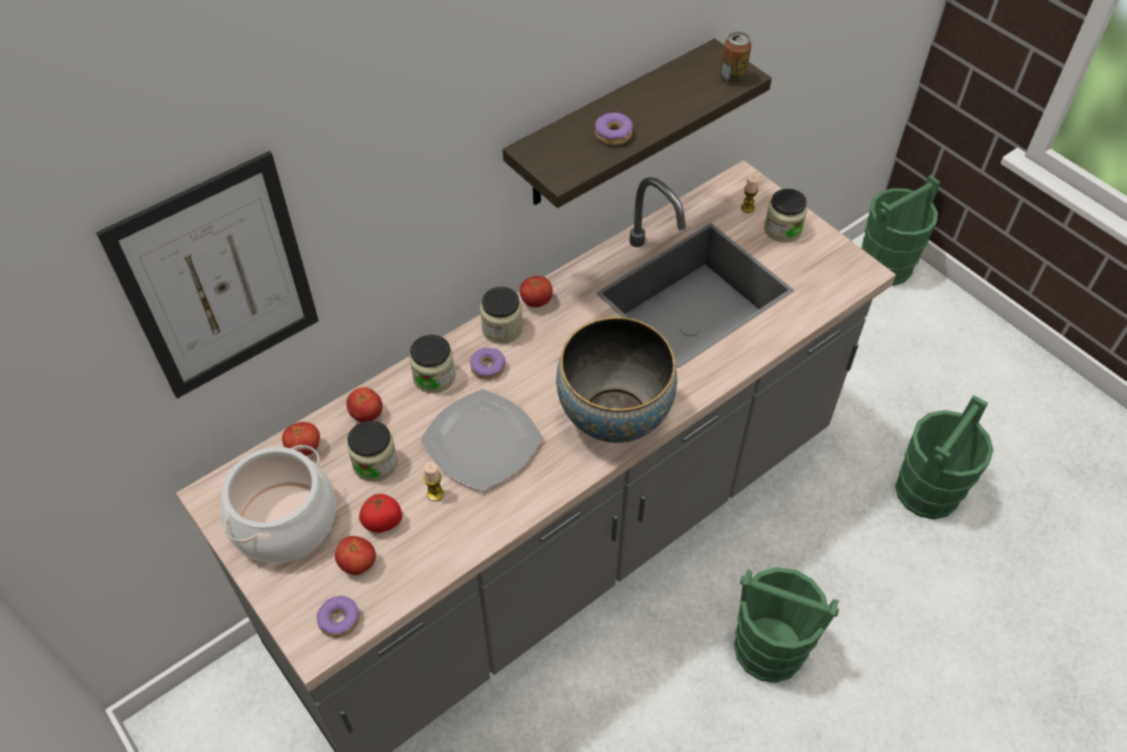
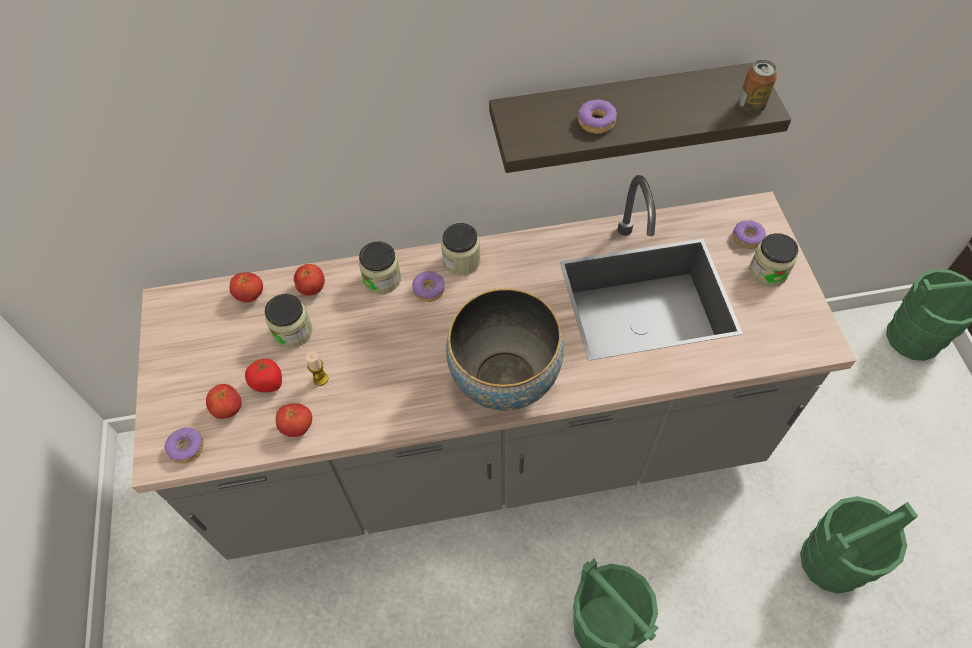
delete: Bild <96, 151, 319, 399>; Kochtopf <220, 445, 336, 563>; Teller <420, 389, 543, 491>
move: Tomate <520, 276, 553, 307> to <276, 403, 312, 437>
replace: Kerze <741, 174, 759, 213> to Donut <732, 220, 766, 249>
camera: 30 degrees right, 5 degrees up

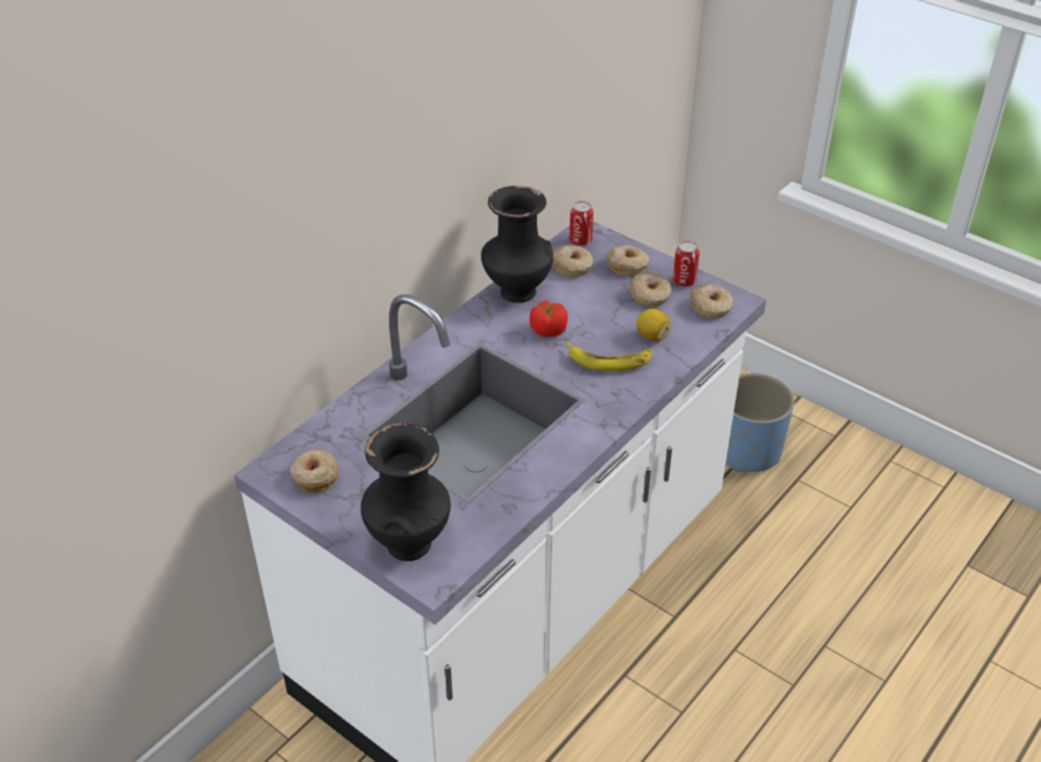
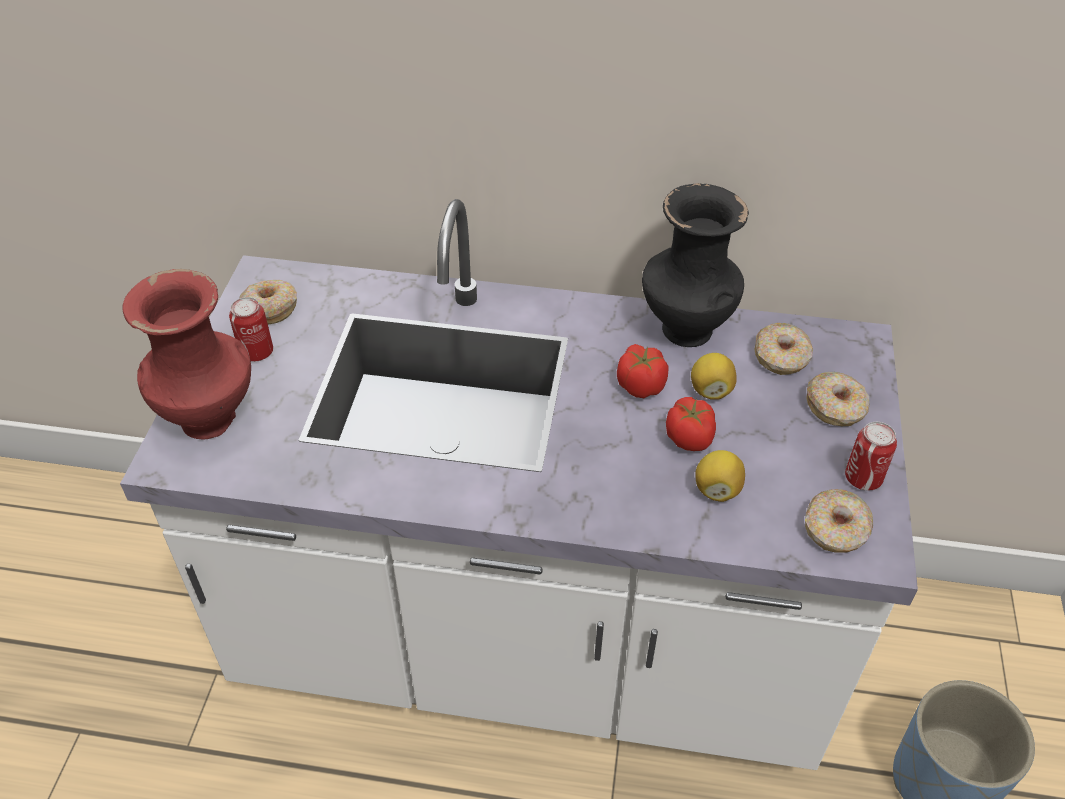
delete: Banane <566, 342, 653, 371>; Donut <630, 272, 672, 307>
insert: Tomate <666, 397, 716, 451>; Zitrone <691, 353, 737, 400>
move: Dose <569, 201, 593, 246> to <229, 297, 273, 362>
recolor: Vase (schwarz) <361, 423, 451, 561> to Vase (rot) <122, 269, 251, 439>
camera: 60 degrees right, 5 degrees up

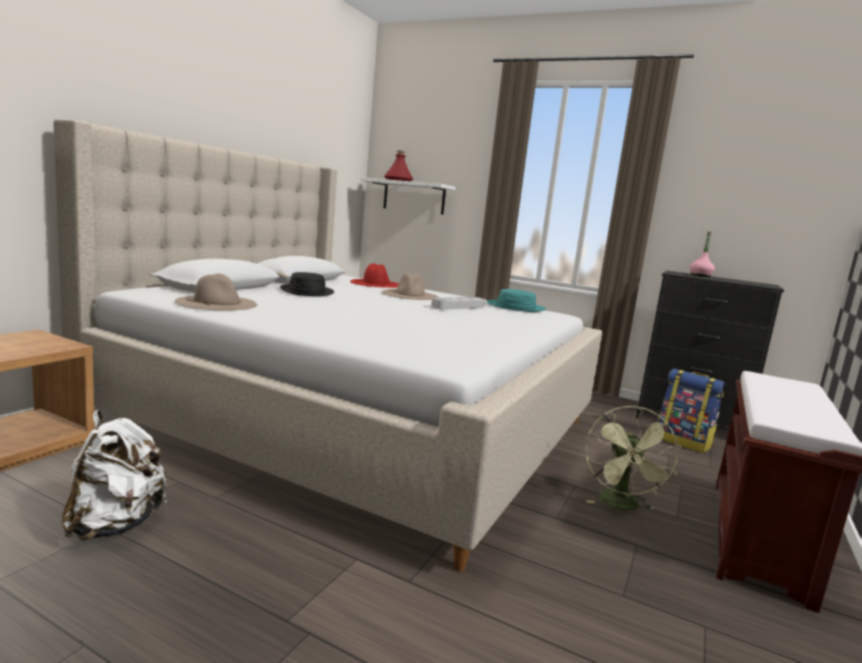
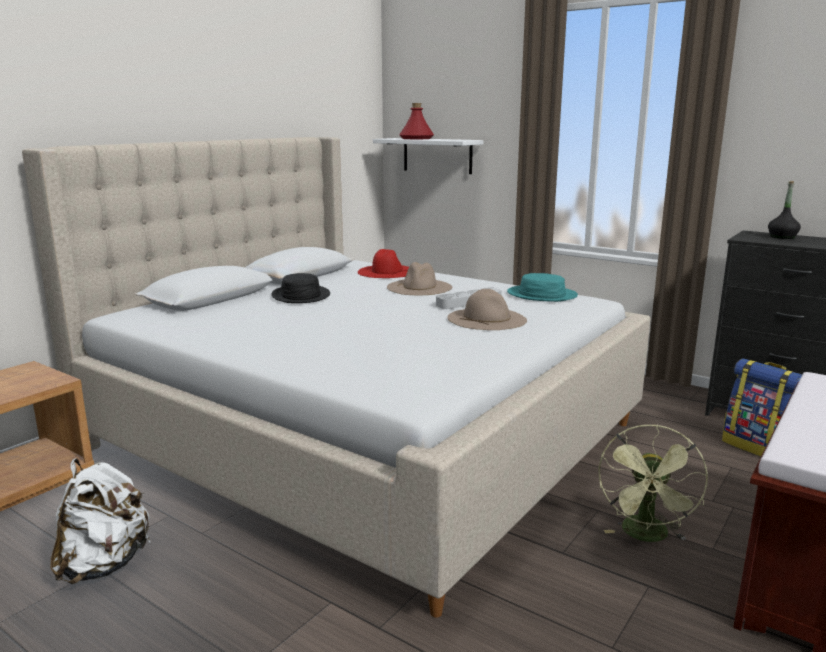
move: Hut (beige) <175, 274, 257, 310> to <447, 289, 527, 330>
recolor: Flasche (rosa) <690, 232, 715, 277> to Flasche (schwarz) <768, 181, 801, 239>
camera: 10 degrees right, 5 degrees up

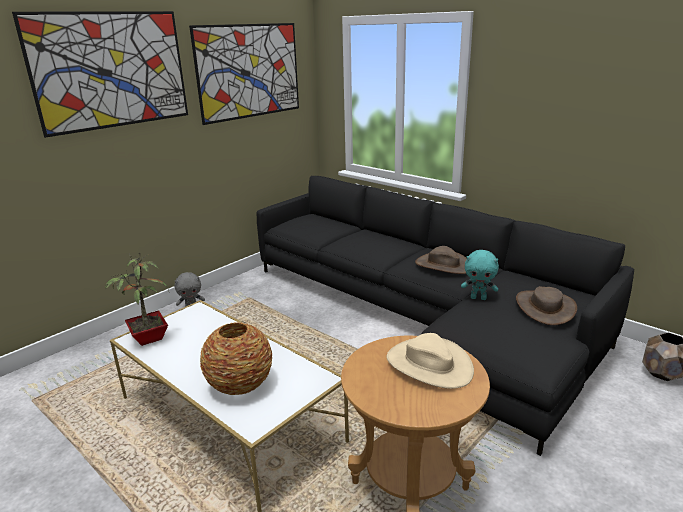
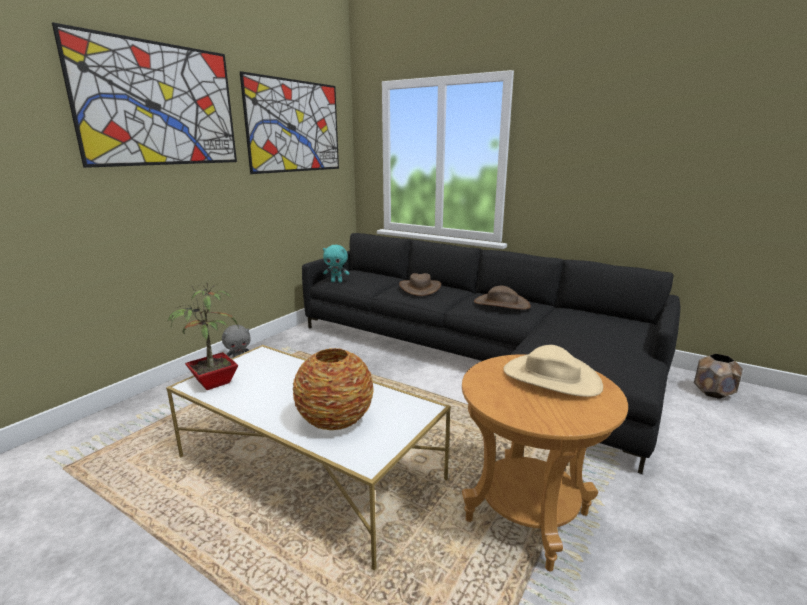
move: Plüschtier (türkis) <461, 250, 499, 300> to <323, 245, 349, 282>; Hut (braun) <516, 286, 577, 325> to <399, 273, 441, 296>
camera: 10 degrees left, 5 degrees down

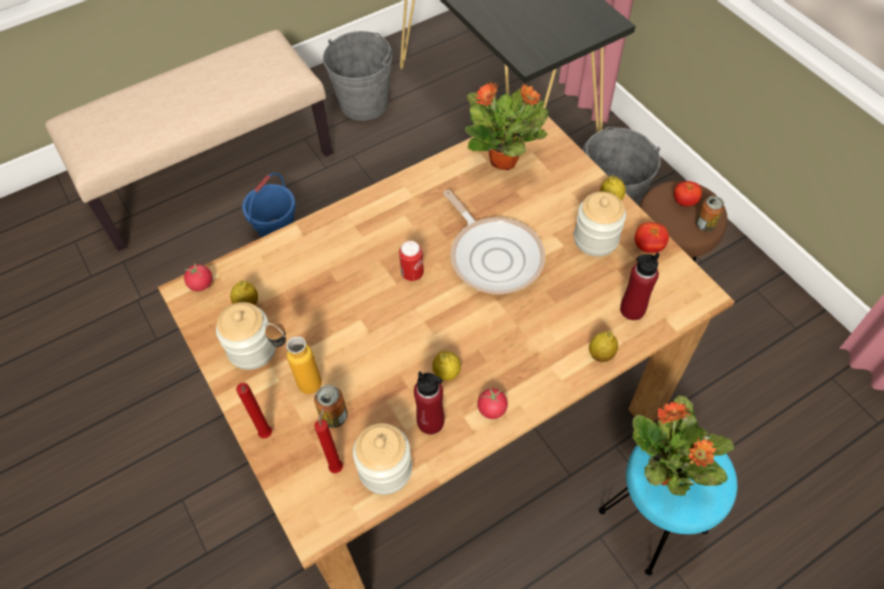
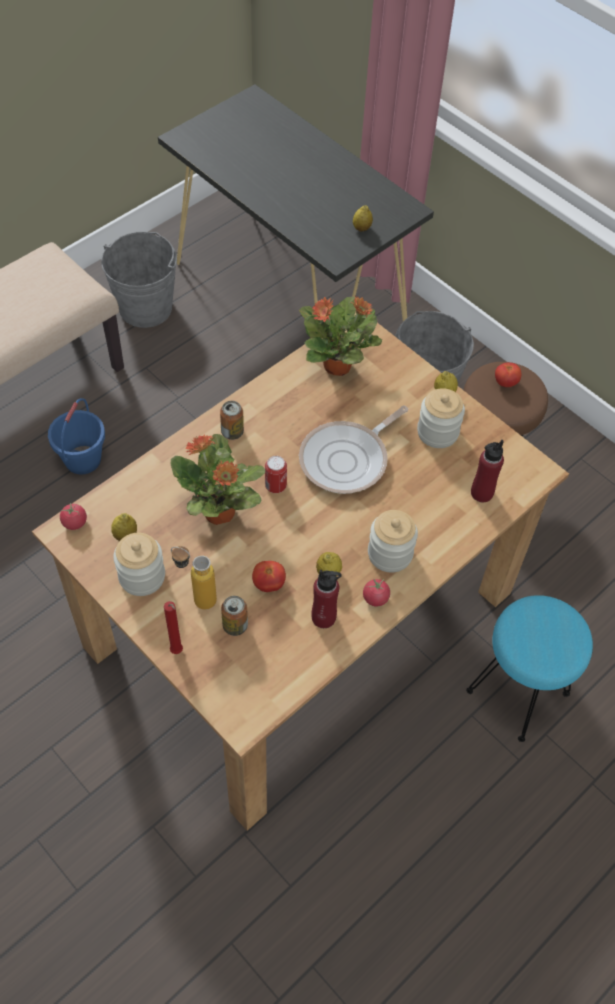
delete: Kerze (rot) <314, 408, 343, 473>
move: Vorratsglas <353, 423, 412, 495> to <368, 510, 418, 573>; Zitrone <589, 331, 618, 362> to <353, 205, 373, 232>; Topfpflanze <633, 395, 734, 496> to <171, 434, 265, 525>; Tomate <635, 222, 669, 253> to <252, 561, 286, 592>; Dose <696, 196, 724, 231> to <220, 401, 244, 440>
rotate: Pfanne <443, 190, 545, 294> = <299, 405, 408, 494> 90 degrees clockwise
camera: 15 degrees left, 0 degrees up

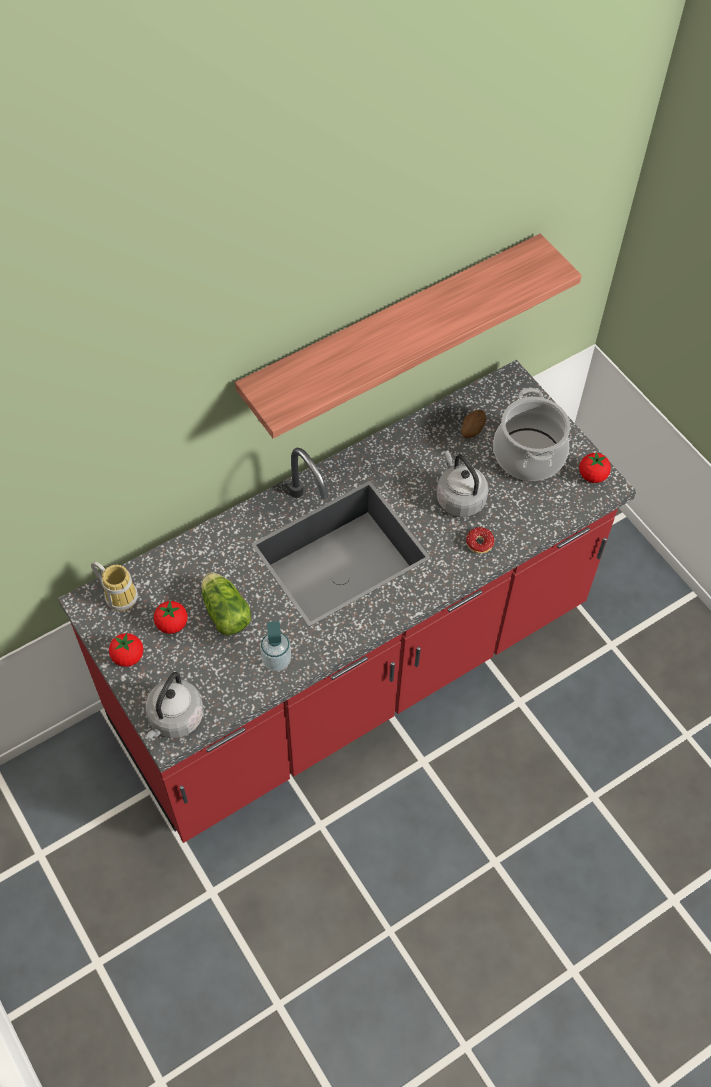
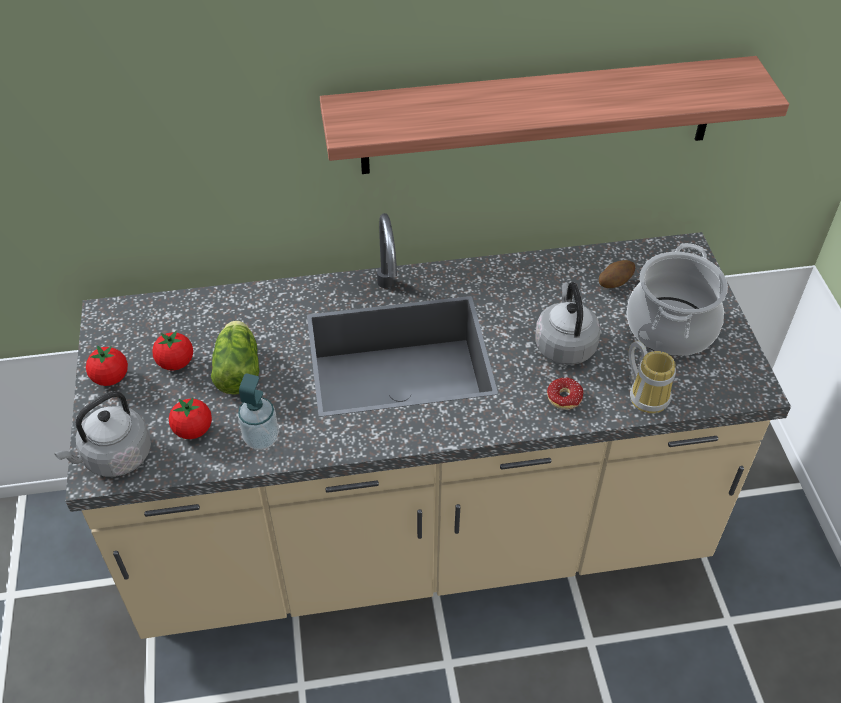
move: Henkelbecher <91, 561, 138, 611> to <628, 341, 676, 413>; Tomate <579, 452, 611, 483> to <169, 397, 212, 439>
recolor: Küchenzeile (rot) <58, 360, 636, 843> to Küchenzeile (beige) <65, 213, 791, 639>
camera: 25 degrees right, 10 degrees down

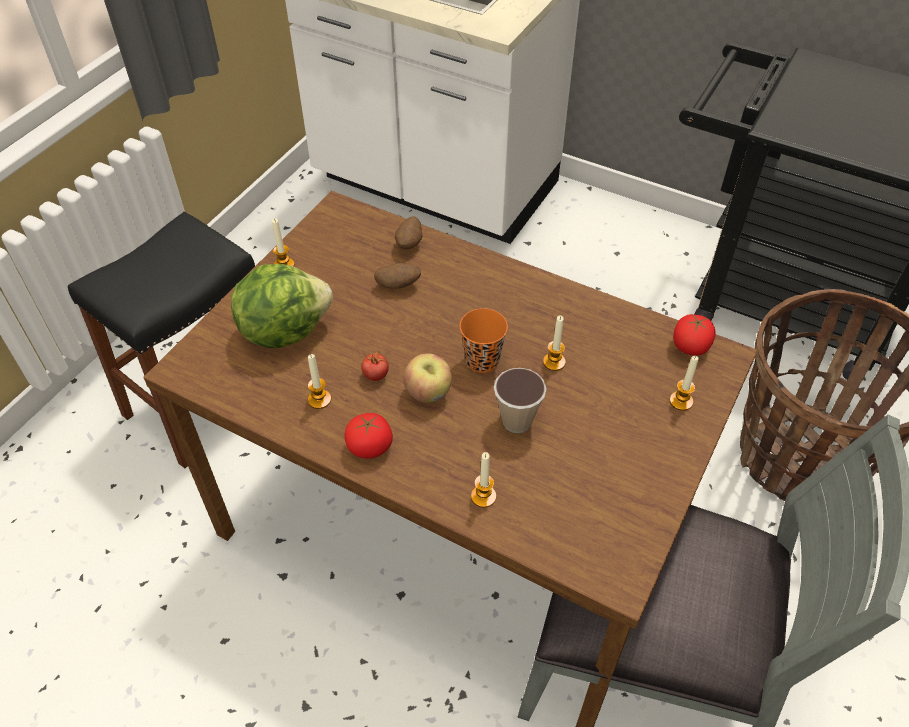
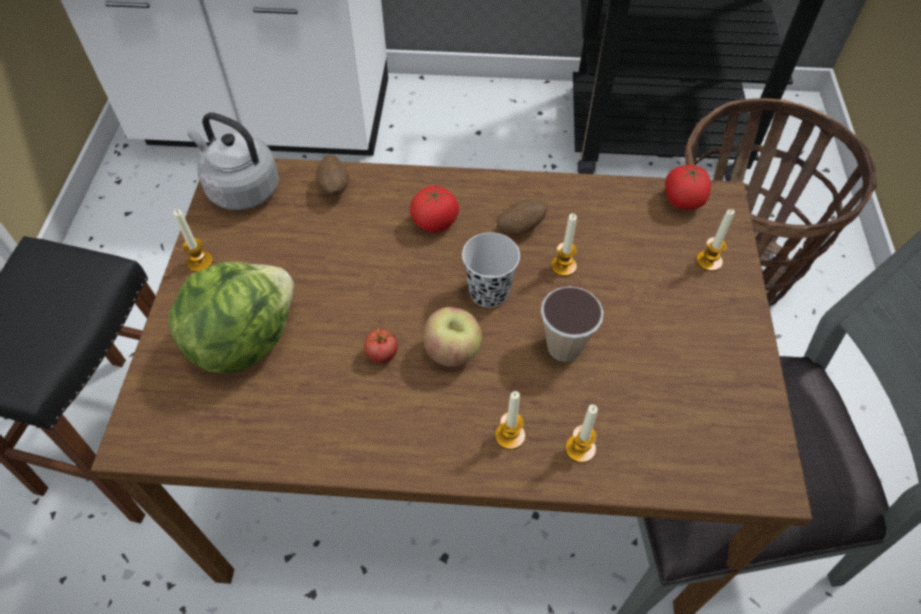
insert: Wasserkessel (grau) <188, 112, 279, 210>
move: Kerze <308, 354, 331, 409> to <495, 391, 525, 450>; Tomate <344, 413, 393, 459> to <410, 186, 459, 233>; Kartoffel <374, 263, 421, 289> to <497, 199, 548, 235>
recolor: Tasse (orange) <459, 308, 508, 373> to Tasse (schwarz) <462, 232, 520, 308>
camera: 25 degrees left, 5 degrees up

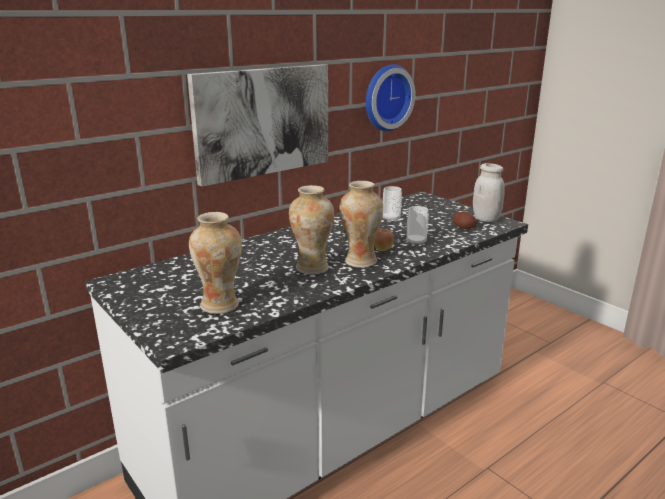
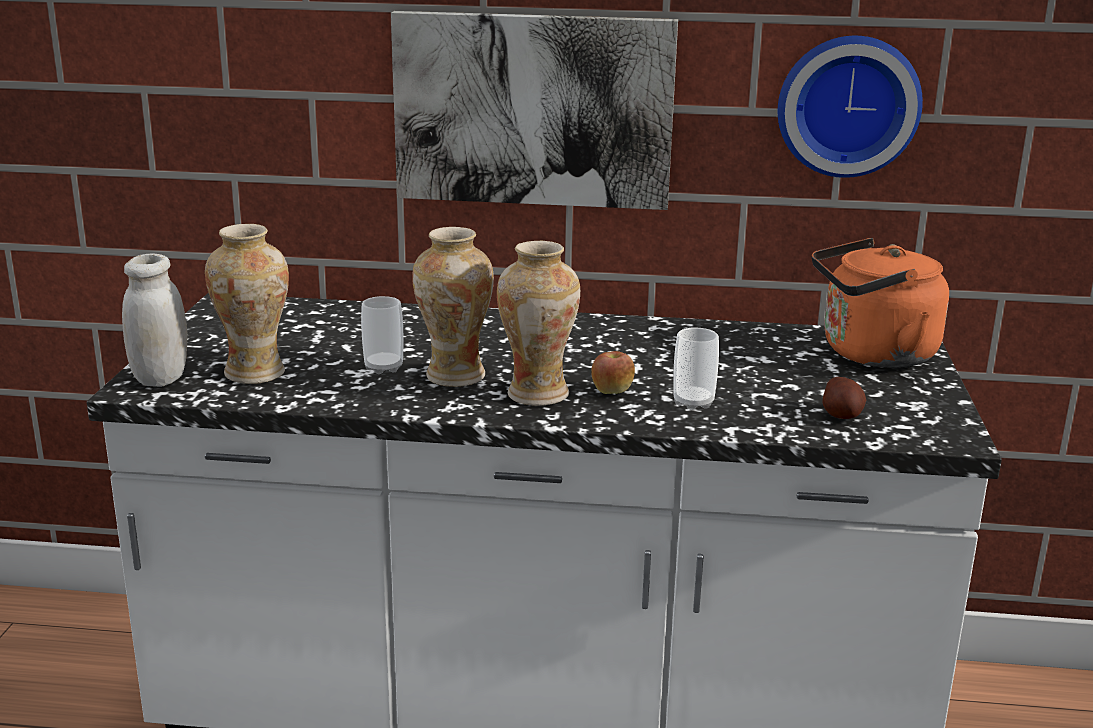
insert: Wasserkessel (orange) <812, 238, 949, 368>
move: Tasse <383, 186, 402, 221> to <361, 296, 403, 374>; Vorratsglas (weiß) <473, 163, 505, 222> to <122, 253, 187, 387>
camera: 45 degrees right, 0 degrees up

